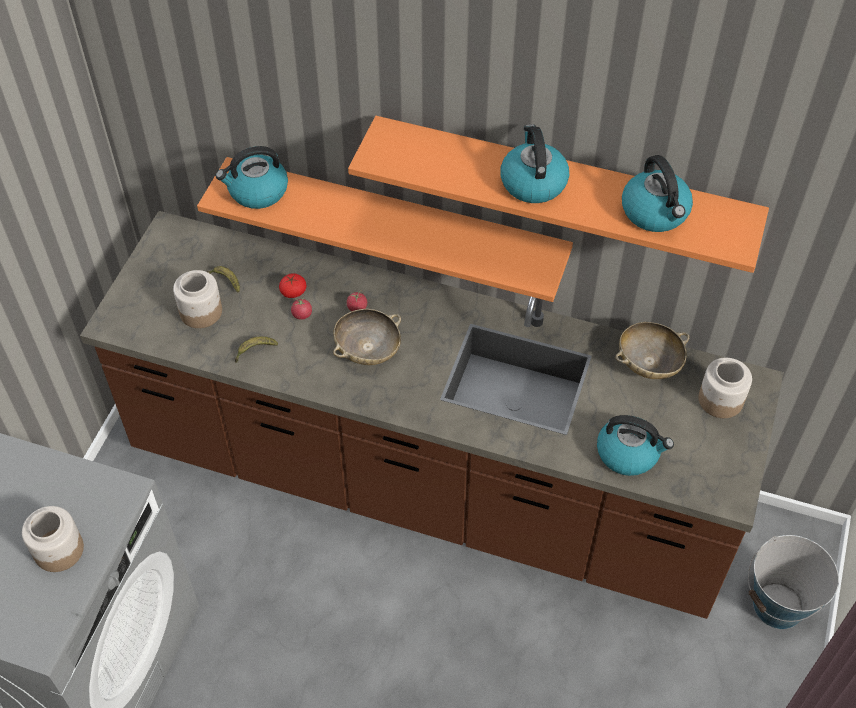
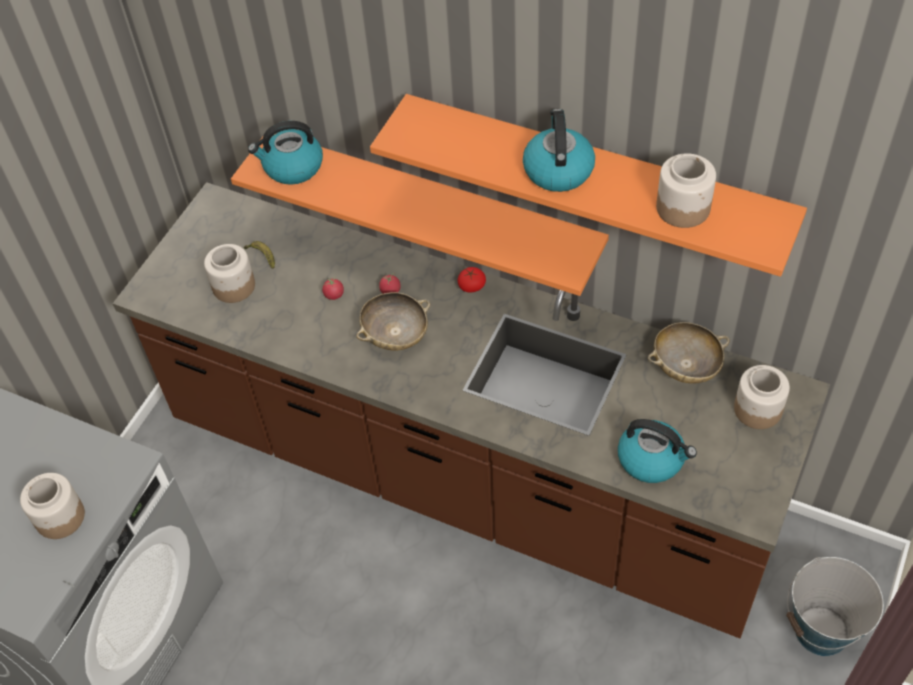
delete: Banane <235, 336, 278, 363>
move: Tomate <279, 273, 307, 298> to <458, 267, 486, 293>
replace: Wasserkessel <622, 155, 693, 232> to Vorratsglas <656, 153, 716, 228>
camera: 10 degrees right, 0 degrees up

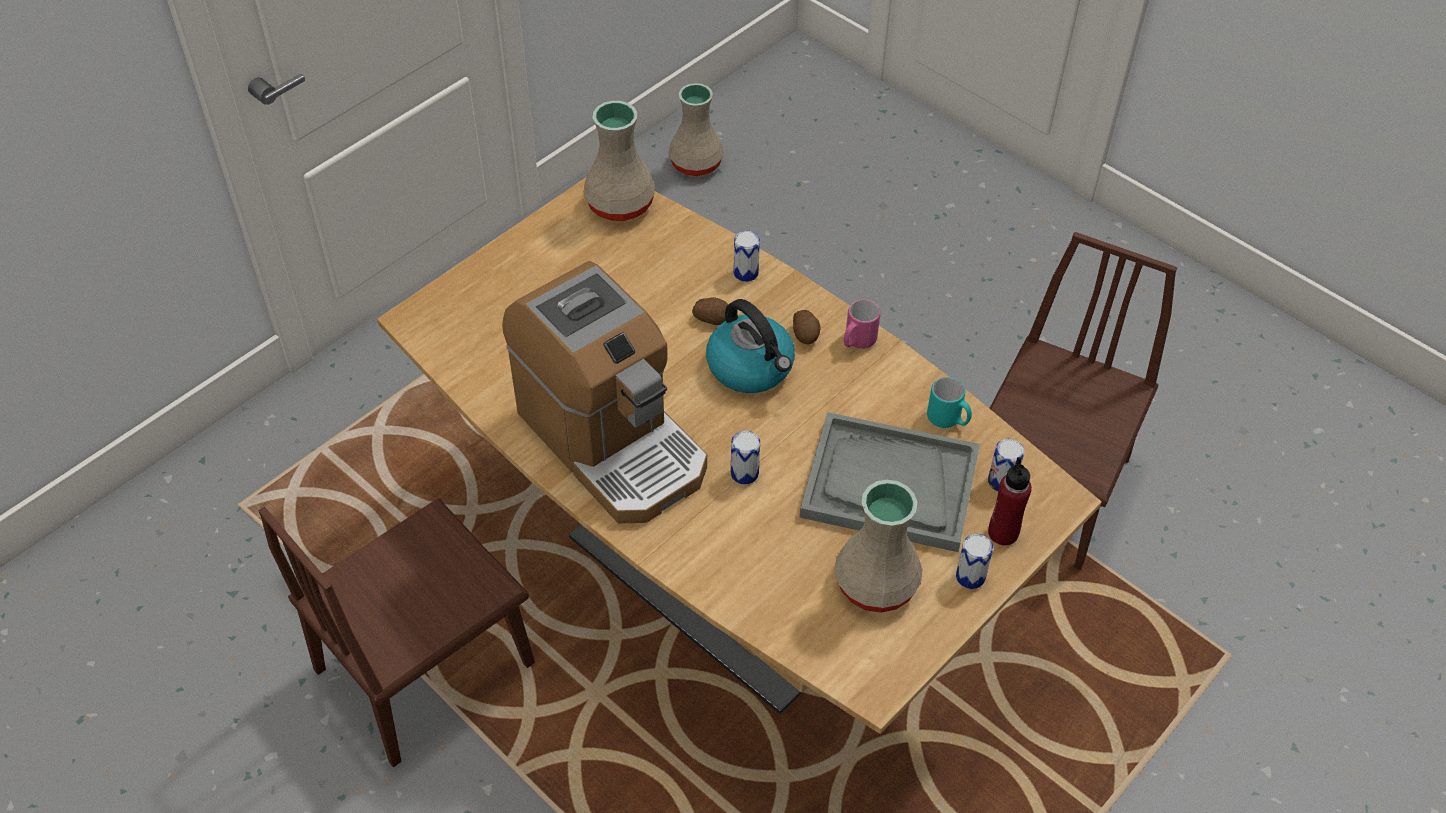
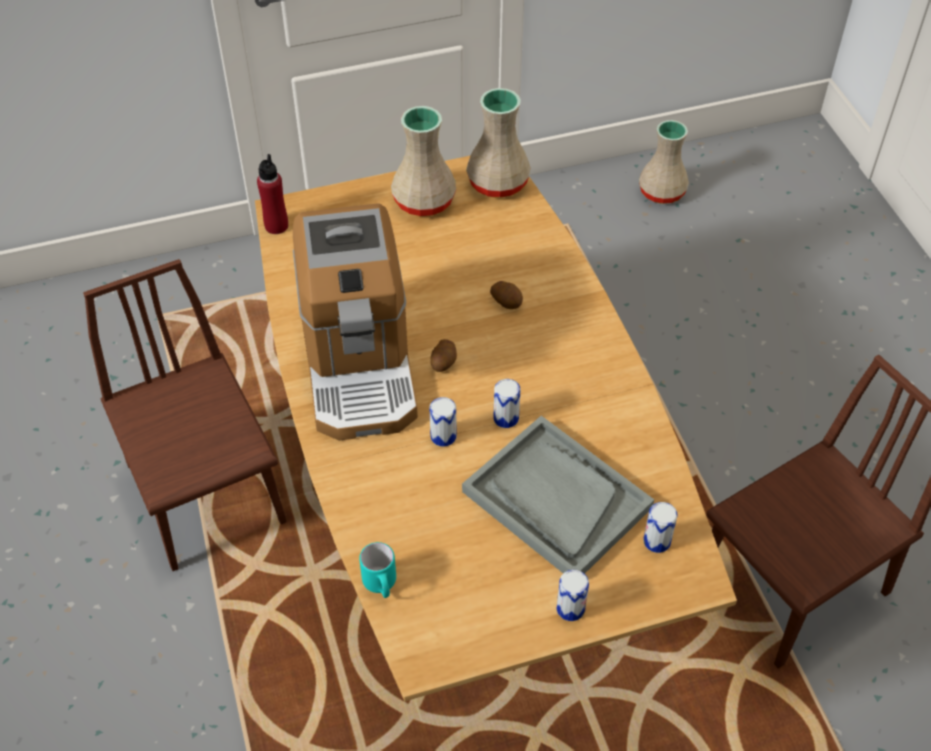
delete: Wasserkessel <706, 299, 795, 393>; Henkelbecher (rosa) <843, 299, 881, 349>
move: Dose <733, 231, 760, 282> to <494, 379, 520, 428>; Kartoffel <793, 310, 821, 345> to <430, 339, 457, 372>; Vase (beige) <835, 480, 922, 613> to <391, 106, 456, 216>; Henkelbecher (türkis) <927, 377, 972, 428> to <359, 542, 396, 598>; Flasche (rot) <988, 457, 1032, 545> to <257, 154, 288, 234>
rotate: Stuhl (braun) <258, 498, 535, 767> = <83, 259, 287, 571> 75 degrees clockwise
camera: 30 degrees right, 0 degrees up

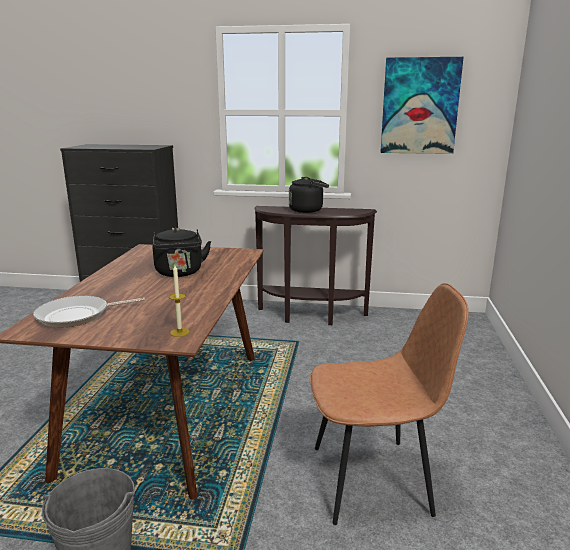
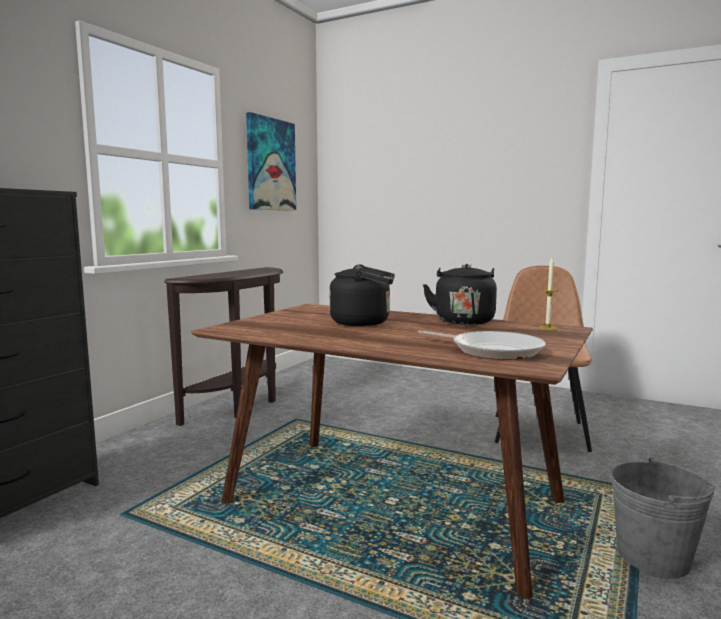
move: Wasserkessel (schwarz) <289, 177, 329, 213> to <423, 264, 497, 325>
rotate: Pfanne <33, 296, 145, 327> = <418, 330, 546, 360> 45 degrees counterclockwise
camera: 70 degrees left, 10 degrees down

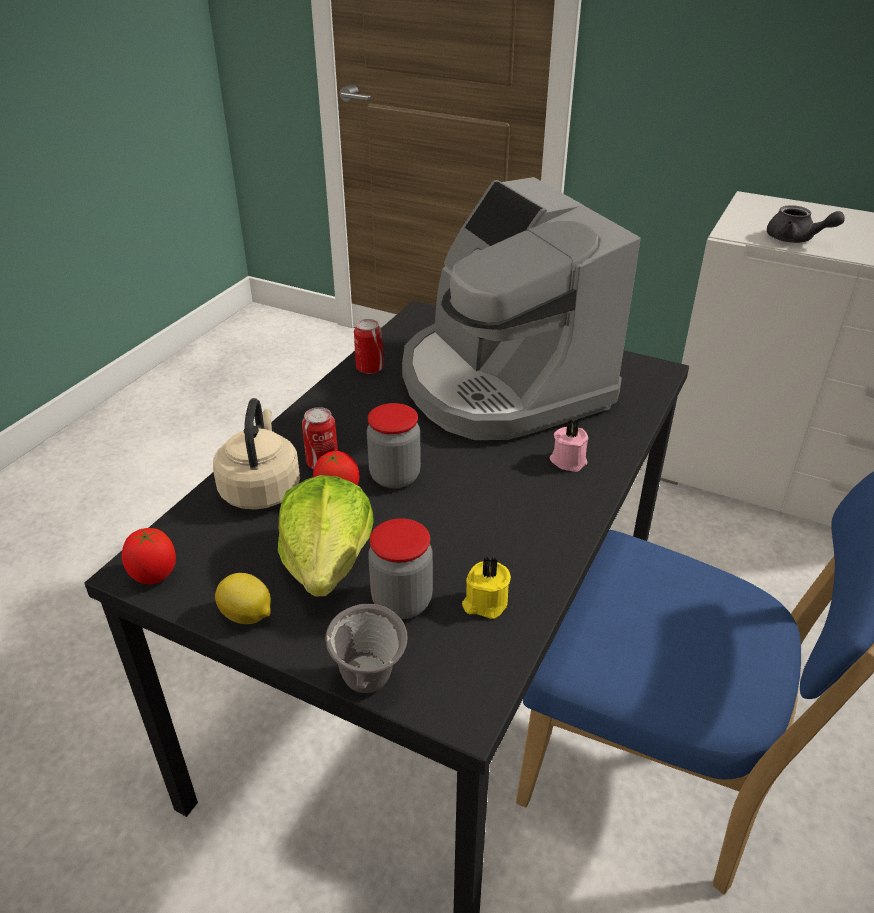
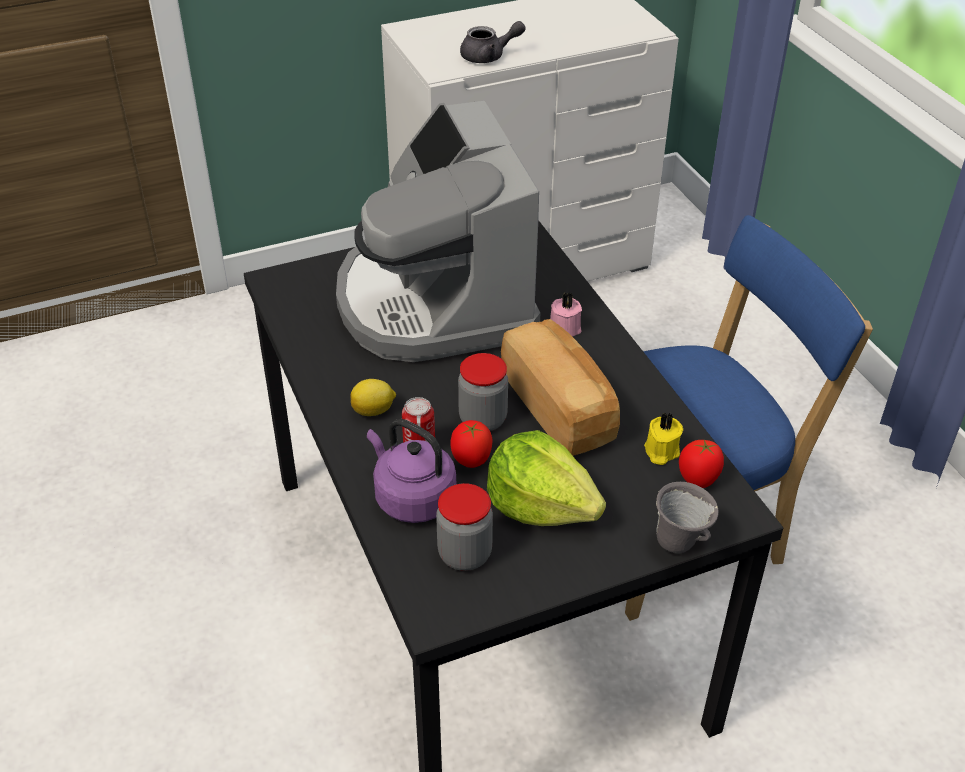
delete: Dose <354, 319, 383, 374>
insert: Brot <501, 319, 620, 456>
move: Tomate <122, 528, 176, 584> to <679, 440, 724, 488>; Zitrone <215, 573, 271, 624> to <351, 379, 396, 416>; Vorratsglas <368, 518, 433, 619> to <436, 483, 493, 571>
recolor: Wasserkessel (beige) <213, 398, 300, 510> to Wasserkessel (lila) <367, 419, 456, 523>
rotate: Kaffeemaschine <402, 177, 640, 440> = <336, 101, 540, 362> 60 degrees clockwise
camera: 50 degrees left, 5 degrees up

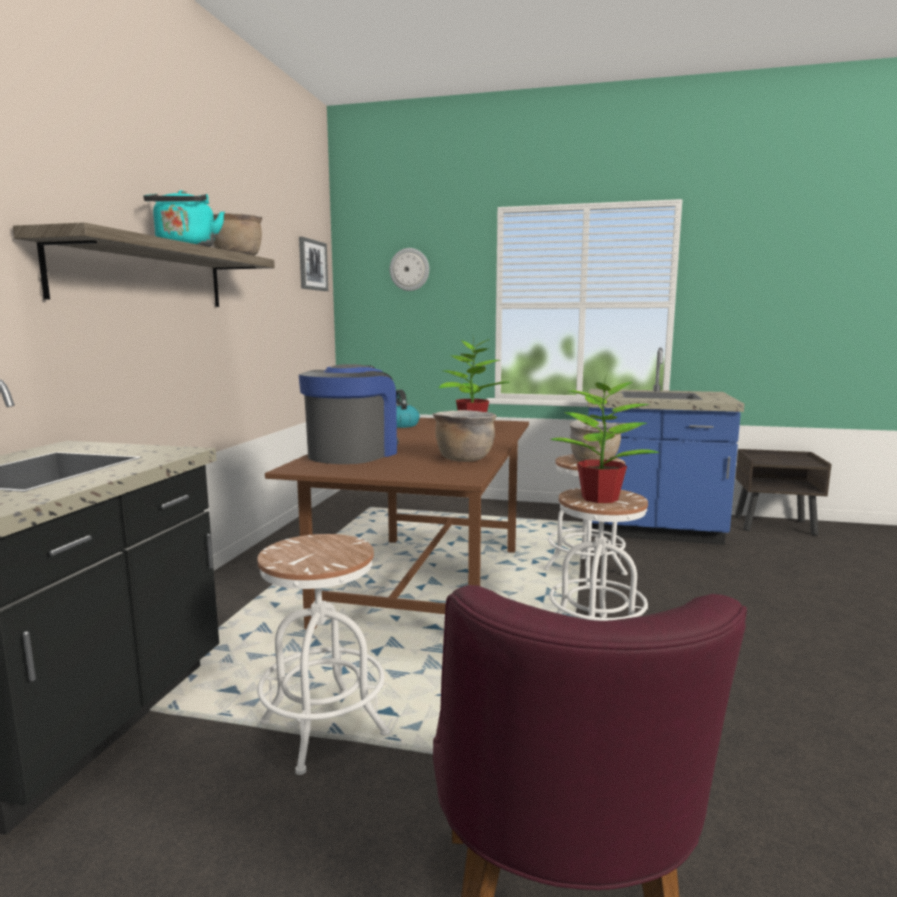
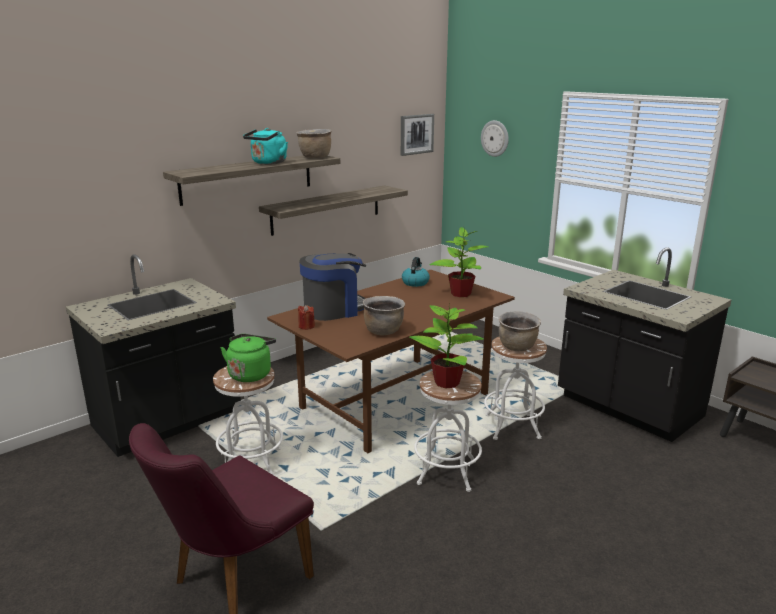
insert: Wasserkessel (grün) <220, 334, 276, 382>; Wandregal <259, 186, 408, 236>; Kerze (rot) <298, 305, 315, 330>
recolor: Küchenzeile (blau) <588, 347, 745, 545> to Küchenzeile (schwarz) <558, 247, 731, 442>
camera: 35 degrees right, 10 degrees up

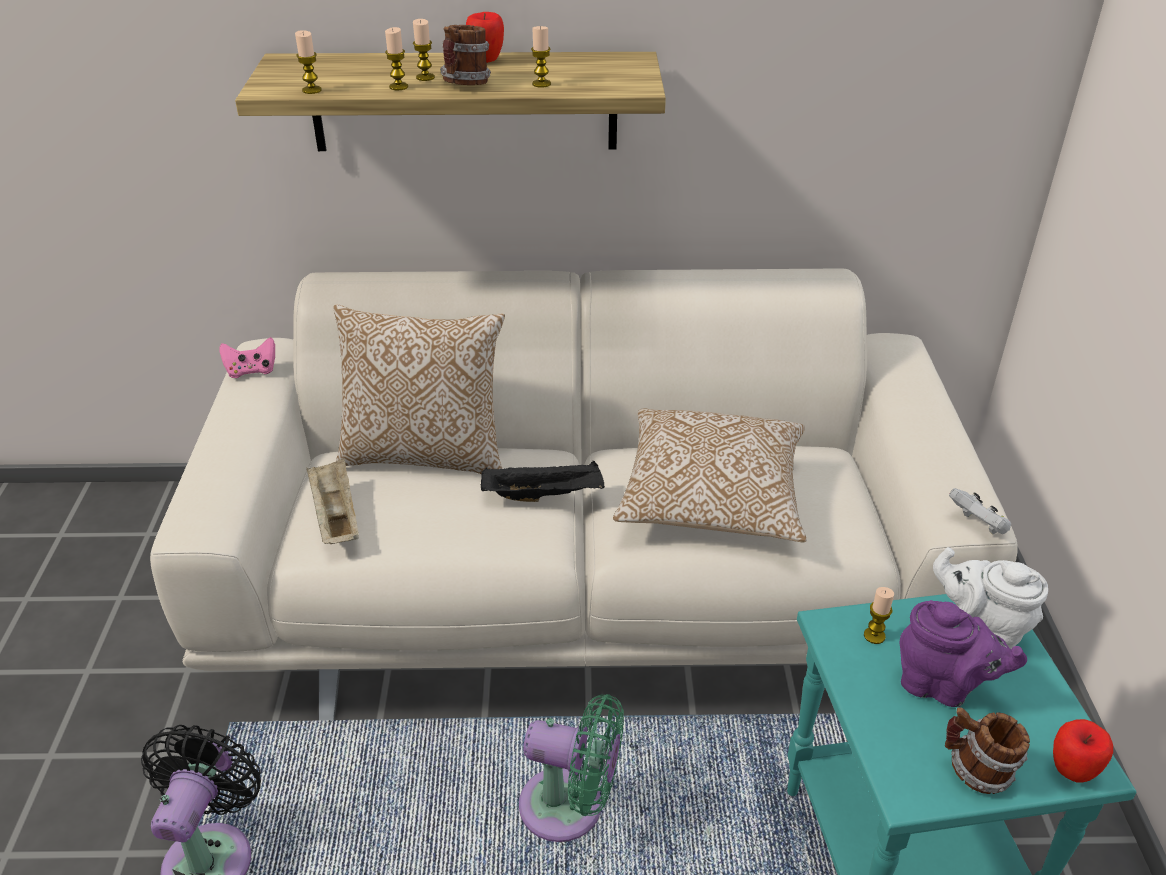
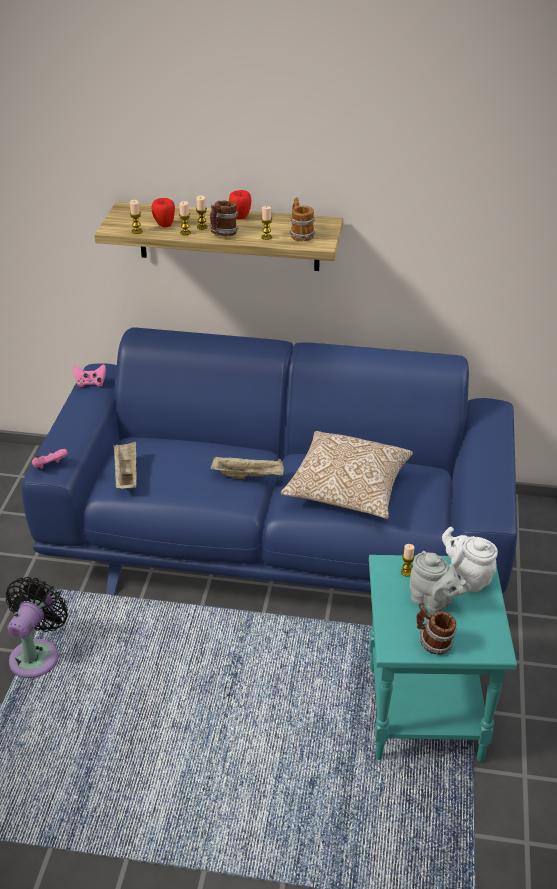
delete: Kissen <333, 305, 505, 474>; Ventilator (grün) <519, 694, 624, 842>; Gamepad (weiß) <949, 488, 1011, 534>
insert: Gamepad (rosa) <32, 449, 68, 469>; Henkelbecher <290, 198, 315, 242>
move: Apfel <1053, 719, 1113, 783> to <152, 198, 175, 227>
recolor: Sofa (beige) <150, 268, 1018, 720> to Sofa (blau) <22, 327, 517, 599>; Tablett (schwarz) <481, 460, 605, 502> to Tablett (beige) <211, 456, 284, 479>; Teekanne (lila) <900, 600, 1027, 707> to Teekanne (grau) <410, 551, 471, 612>
camera: 10 degrees right, 0 degrees up

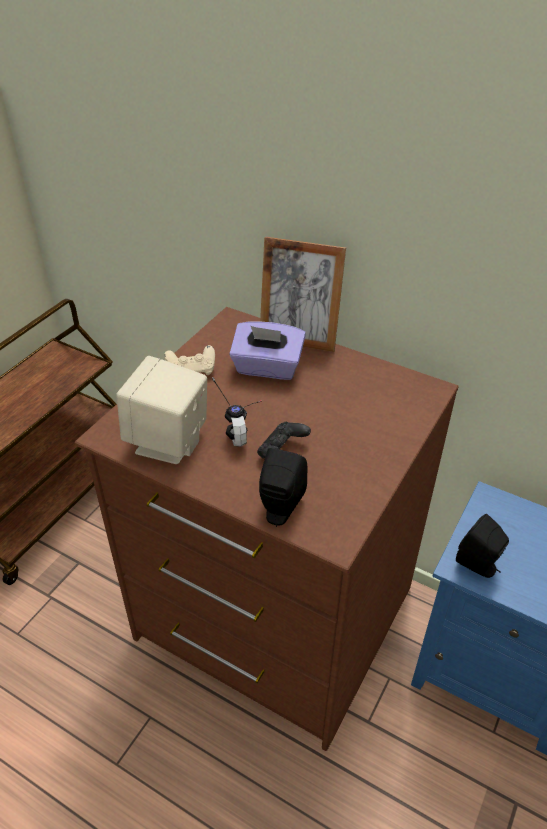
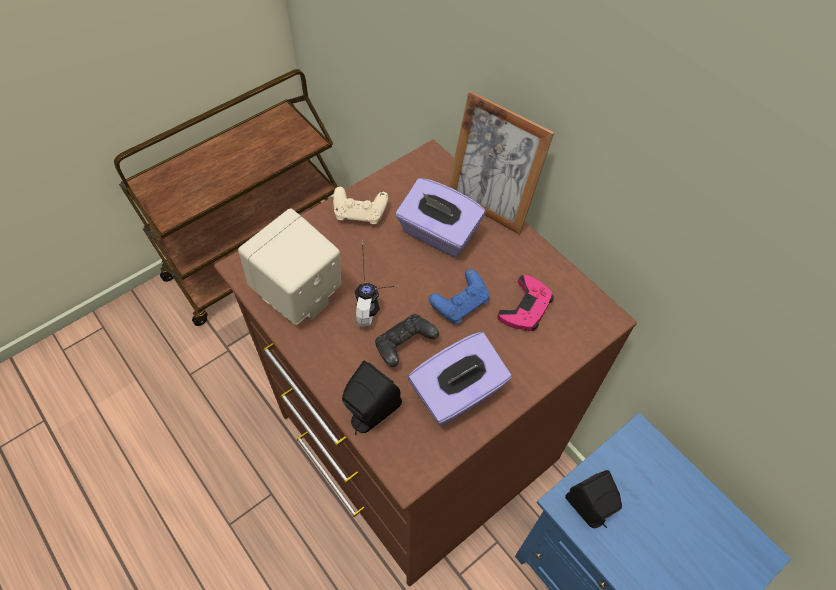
insert: Taschentuchbox (lila) <408, 332, 511, 426>; Gamepad (blau) <429, 269, 489, 324>; Gamepad (rosa) <497, 275, 554, 331>
camera: 20 degrees right, 15 degrees up

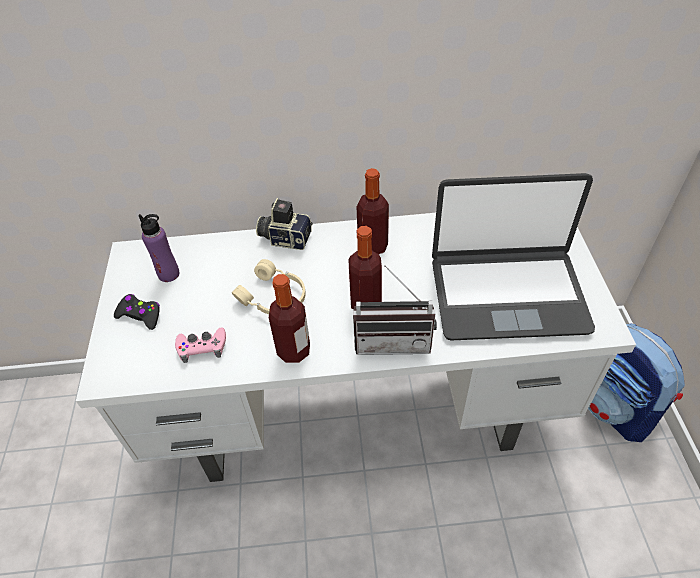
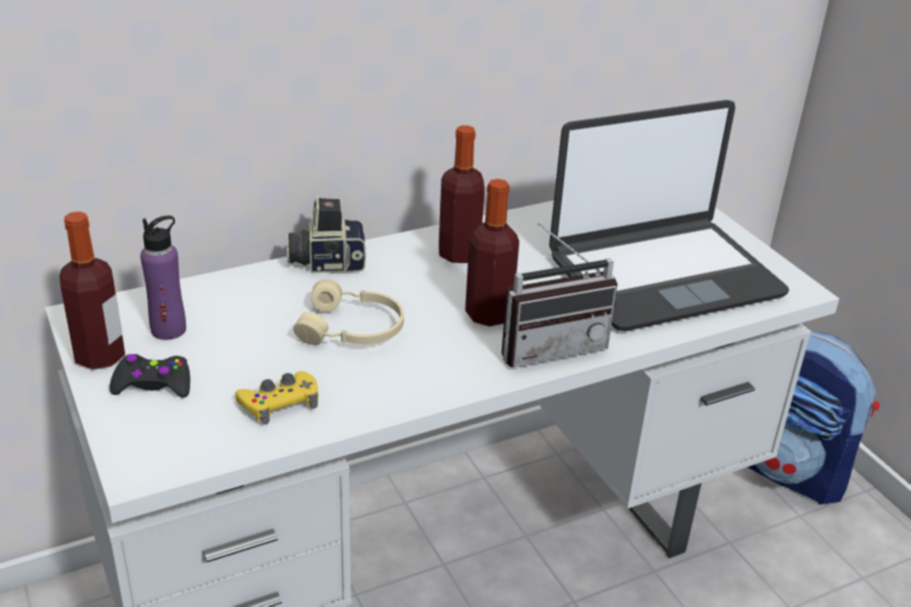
move: Flasche <269, 274, 310, 363> to <59, 211, 125, 370>
recolor: Gamepad (rosa) <175, 327, 226, 363> to Gamepad (gelb) <235, 371, 318, 424>
camera: 25 degrees left, 15 degrees down

